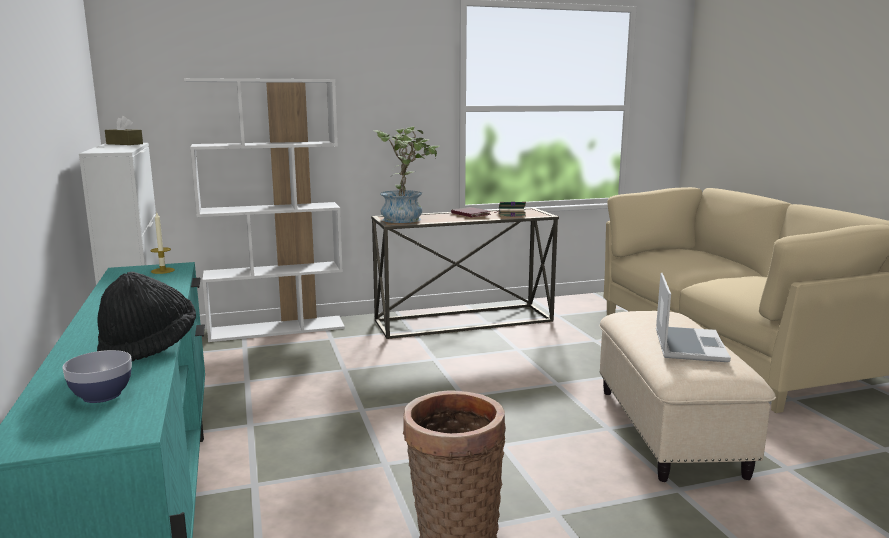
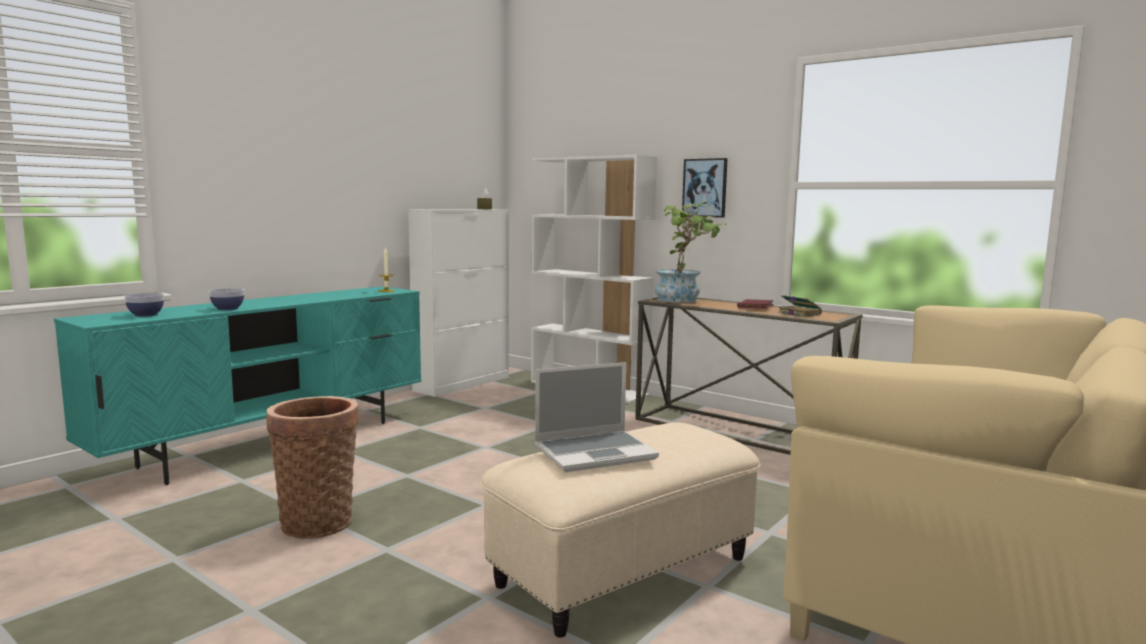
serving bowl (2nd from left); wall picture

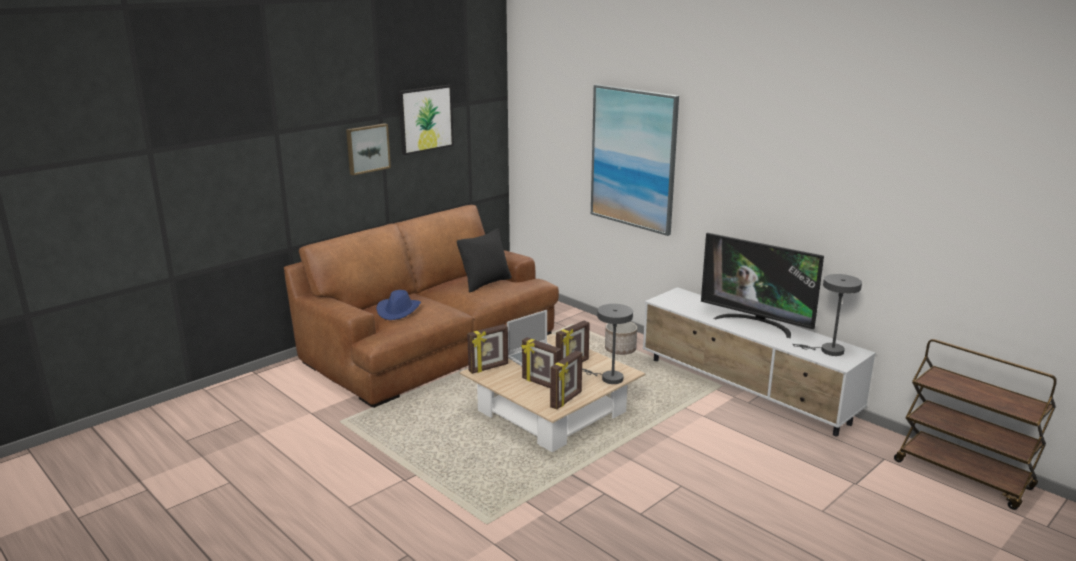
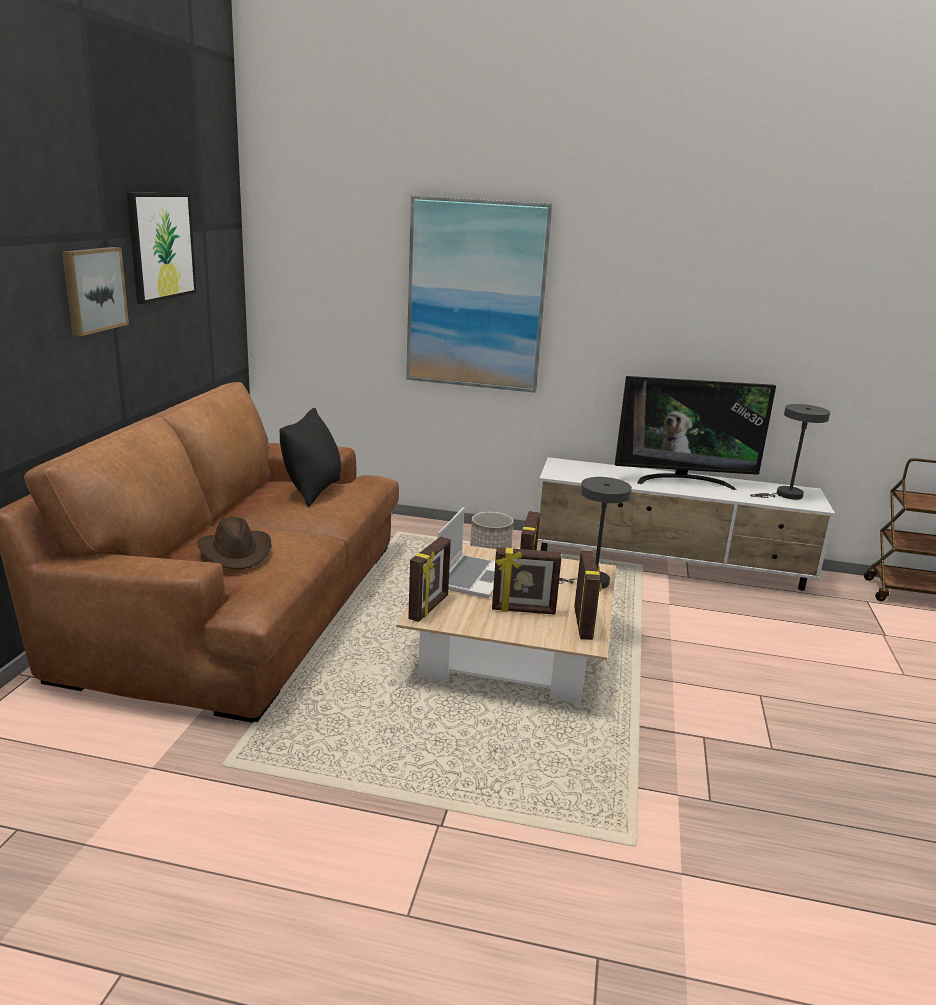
hat (brownish)

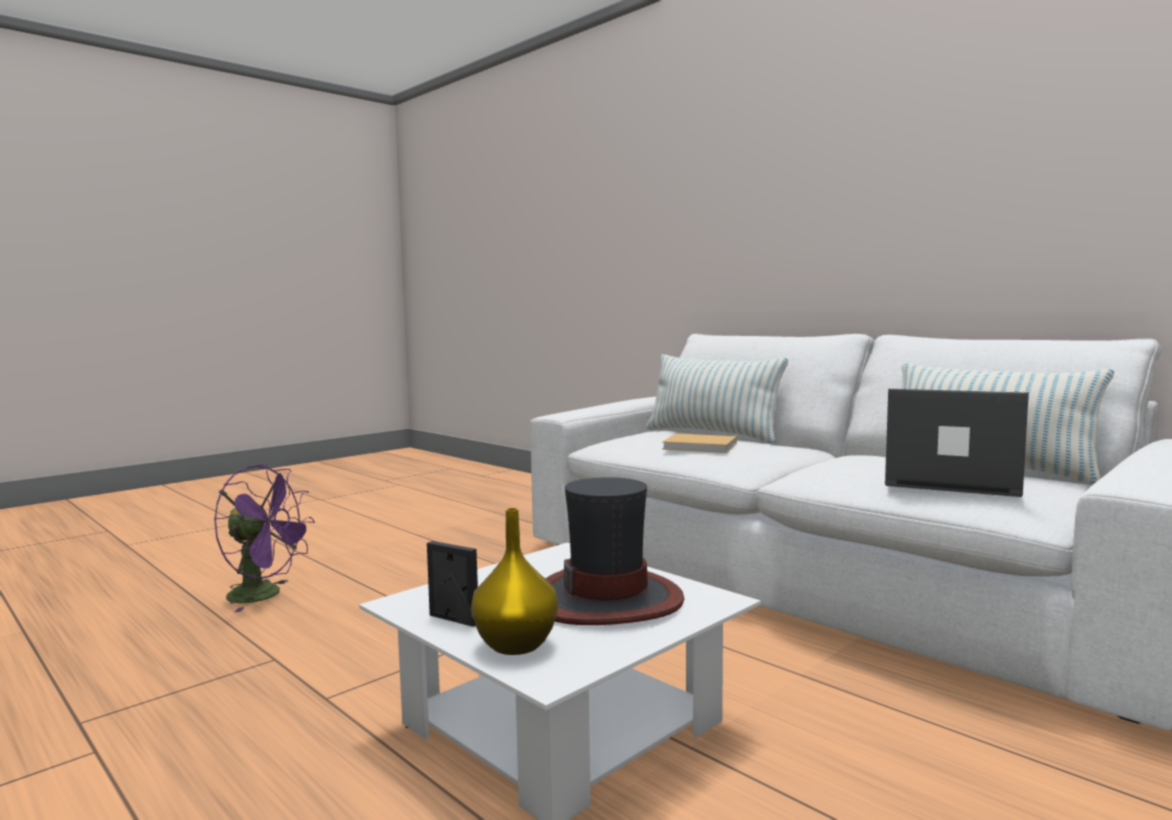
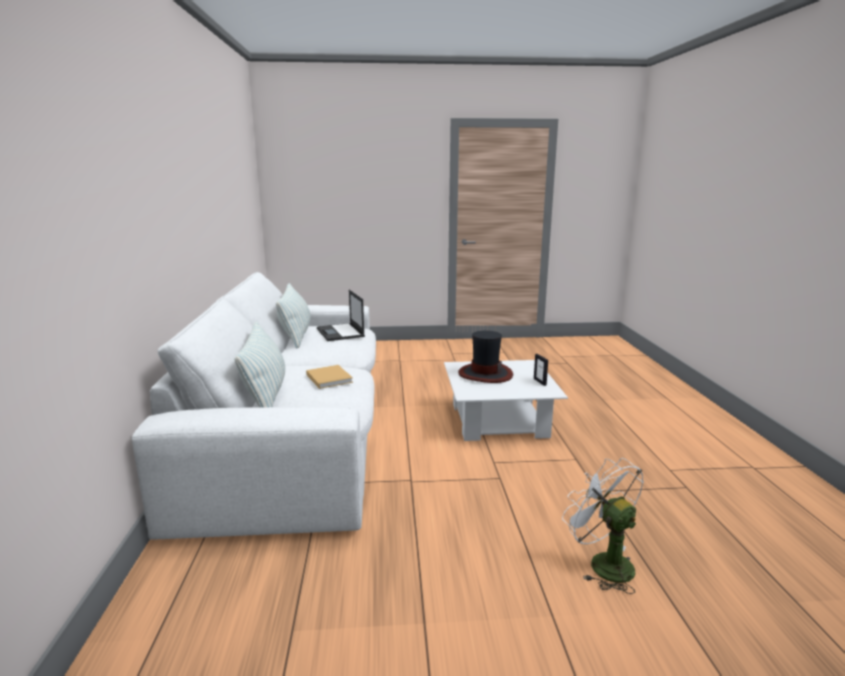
fan (whitish); vase (yellow)

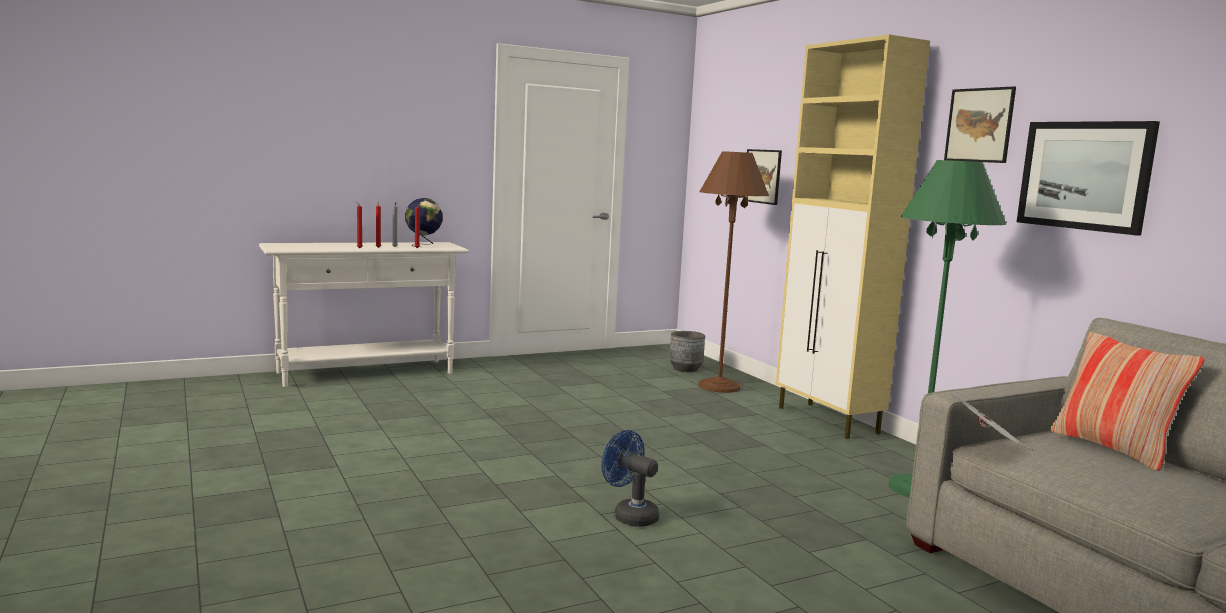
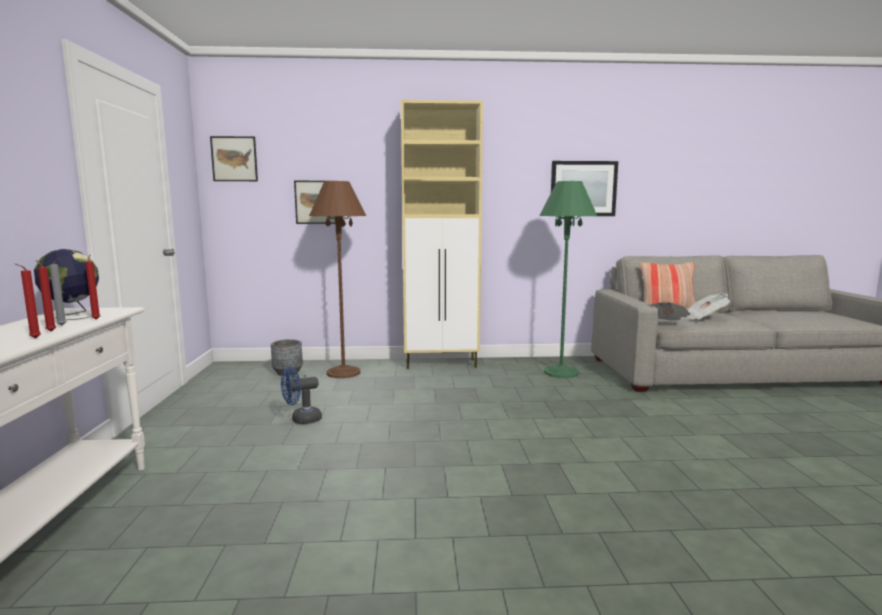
wall picture (1st from left); fan (bluish); newspaper (2nd from left)

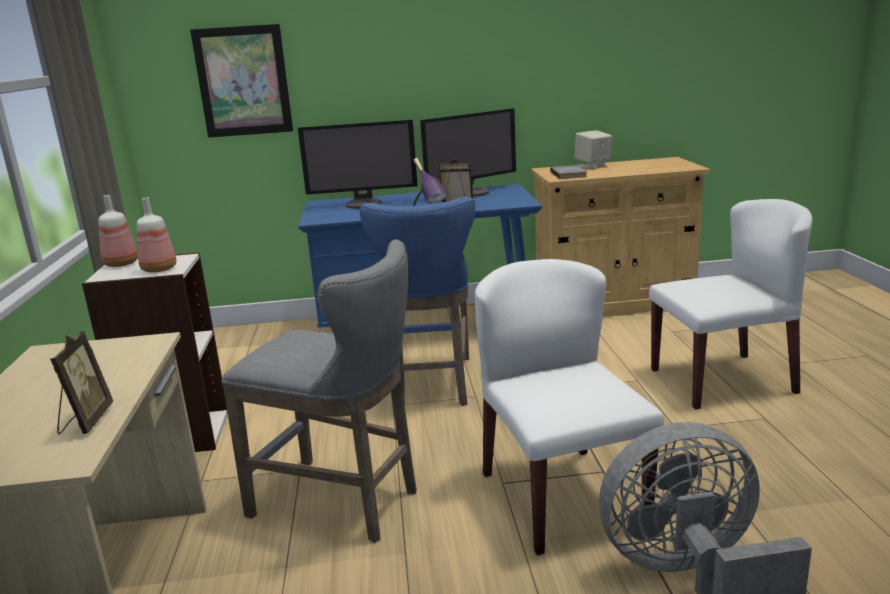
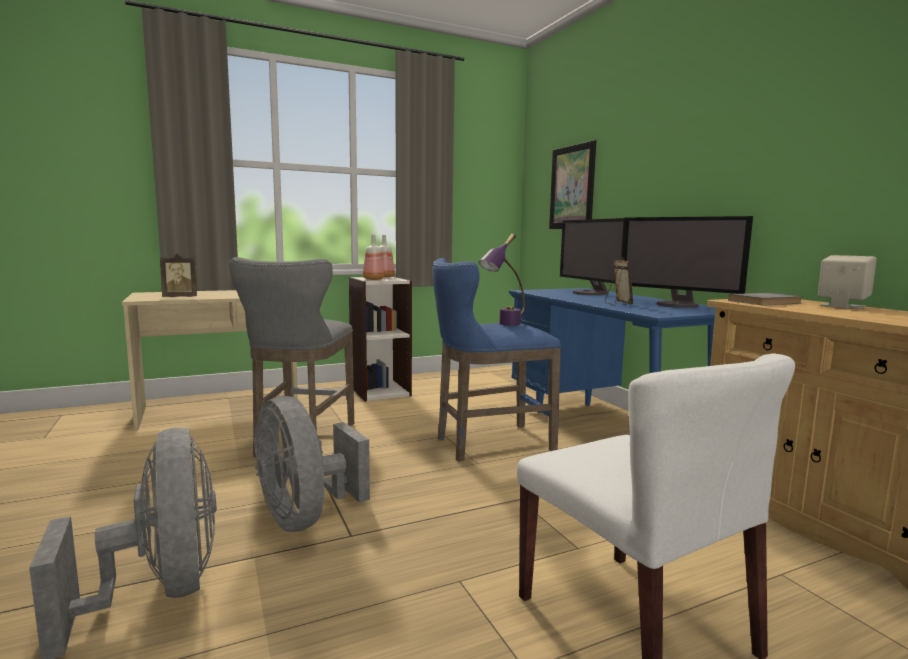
fan (greyish) (2nd from left)

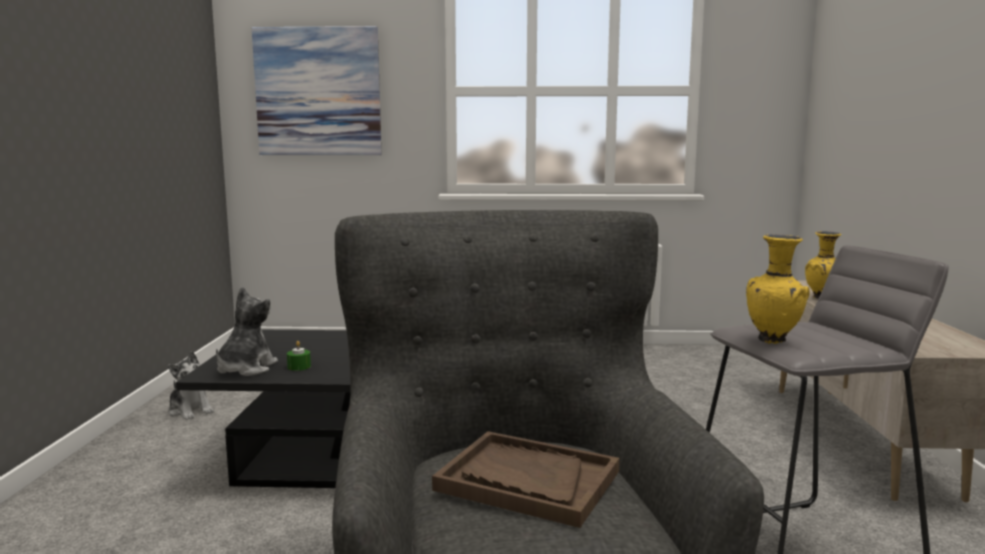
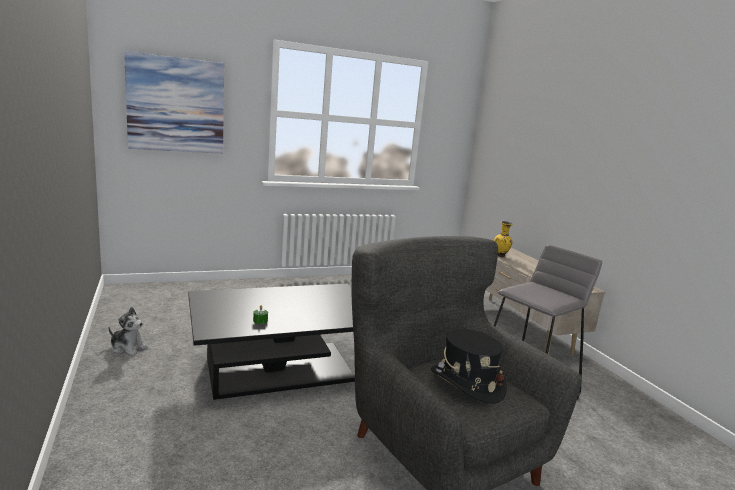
hat (black); cuddly toy (2nd from left in the first image); vase (yellow) (1st from left in the first image)

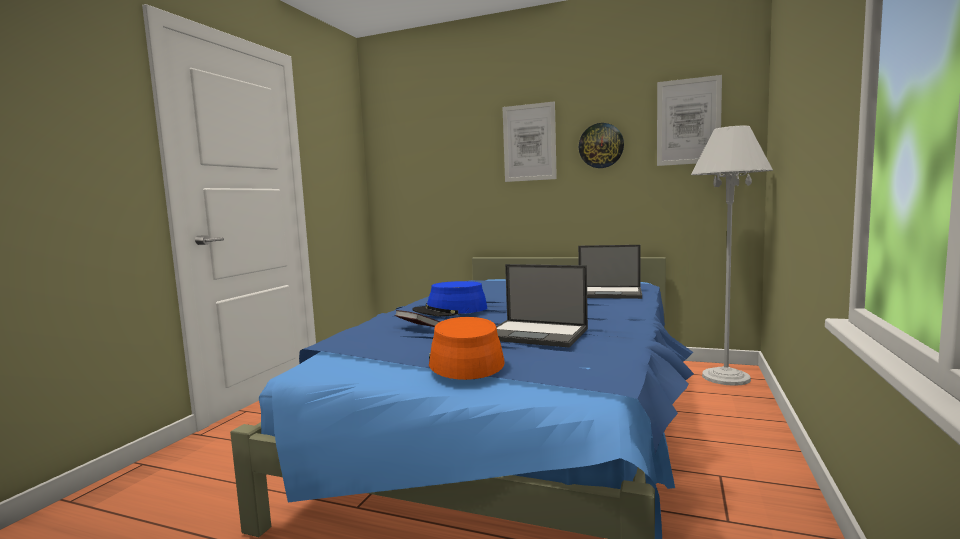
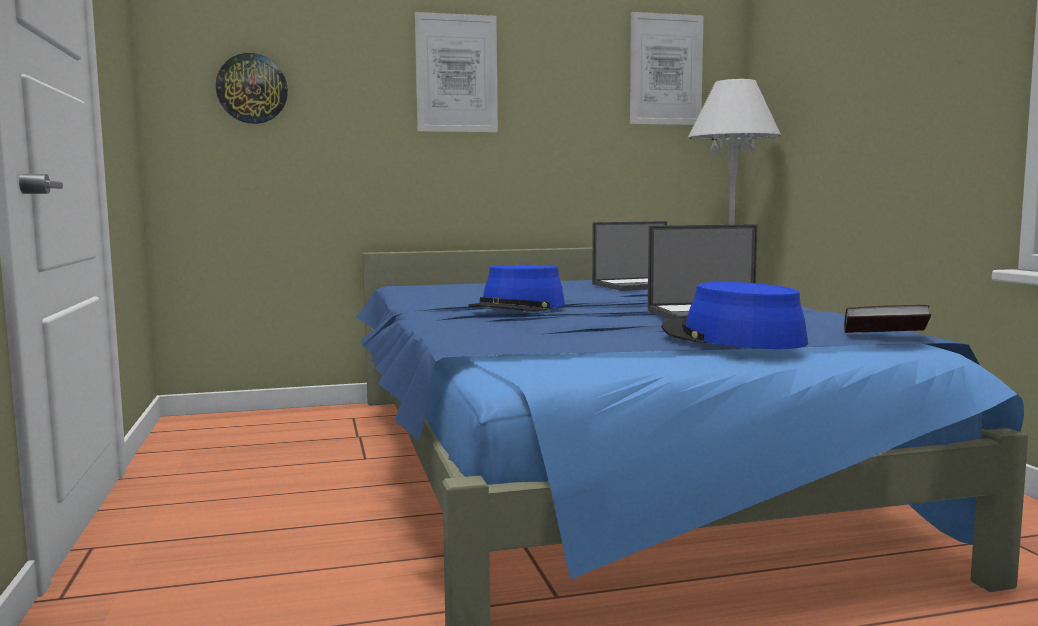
wall clock; hat (bluish) (2nd from left); book

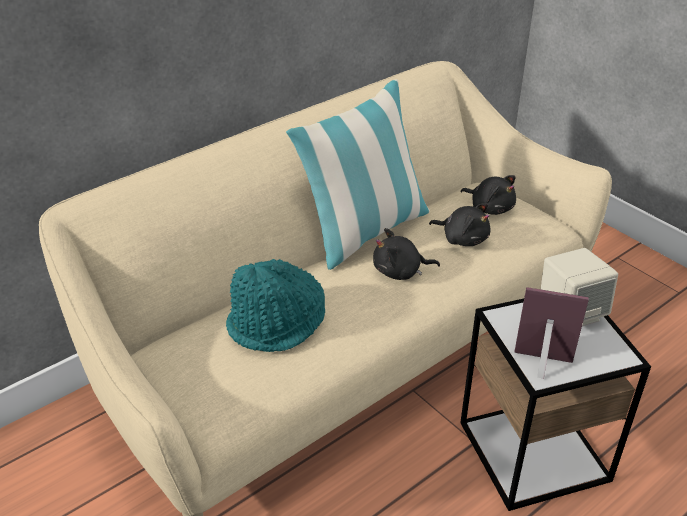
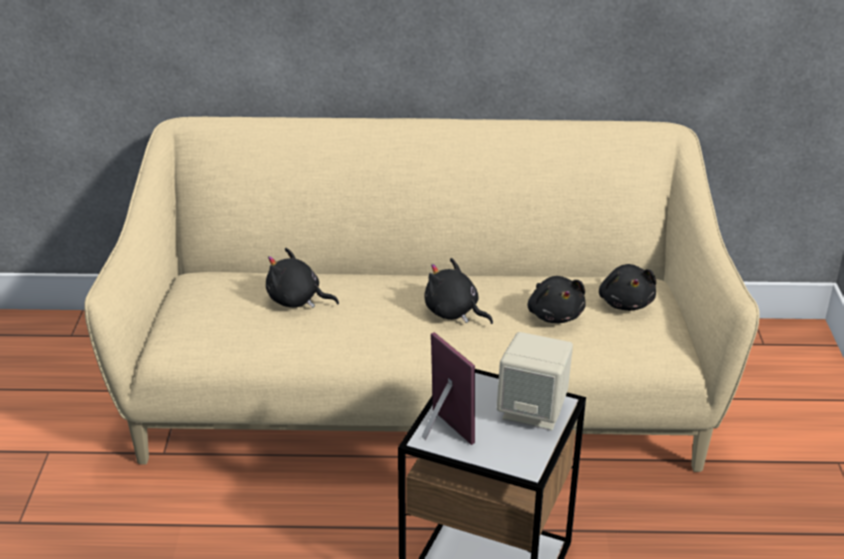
cuddly toy (black) (1st from left); pillow

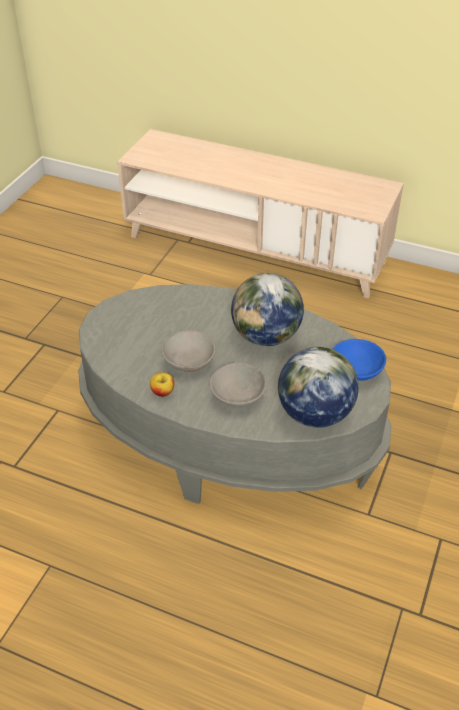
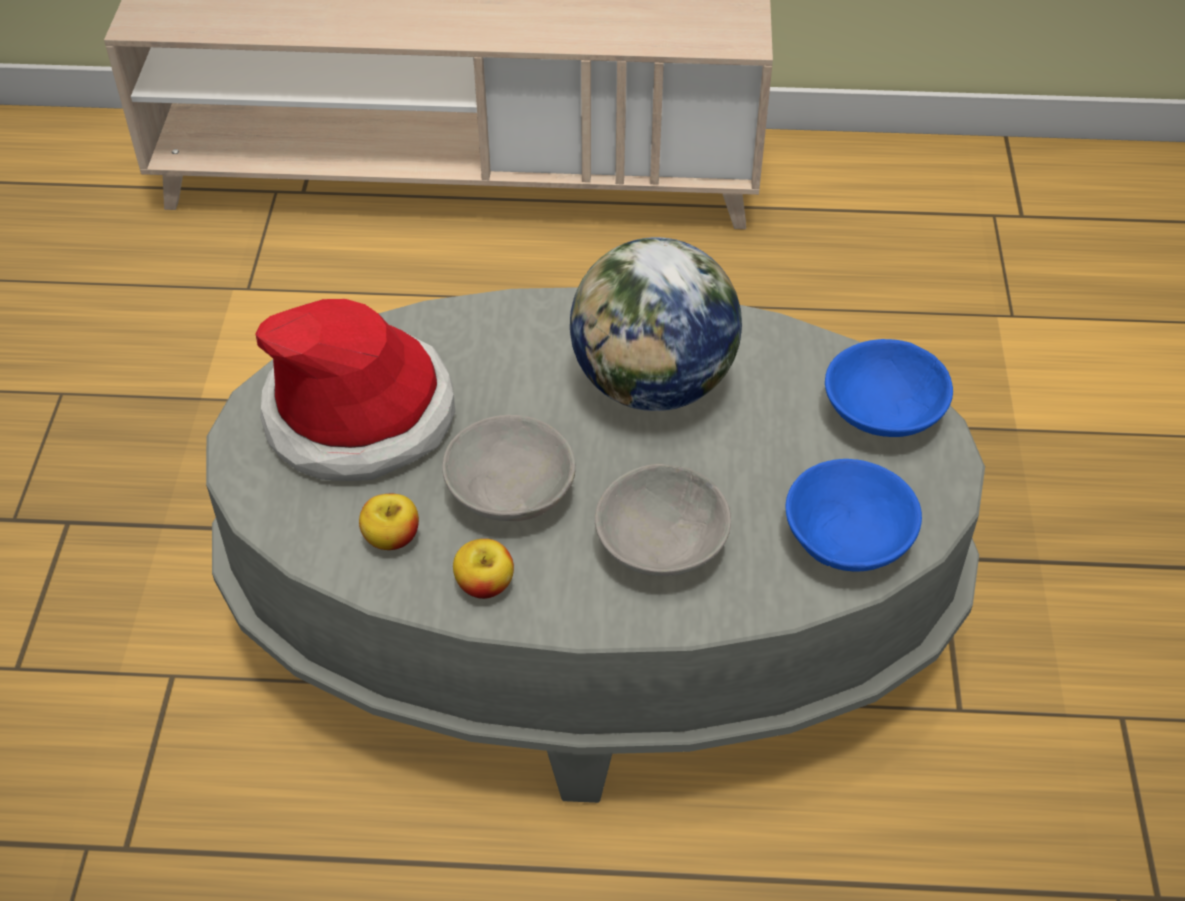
hat; apple fruit (1st from left); serving bowl (bluish) (1st from left)

